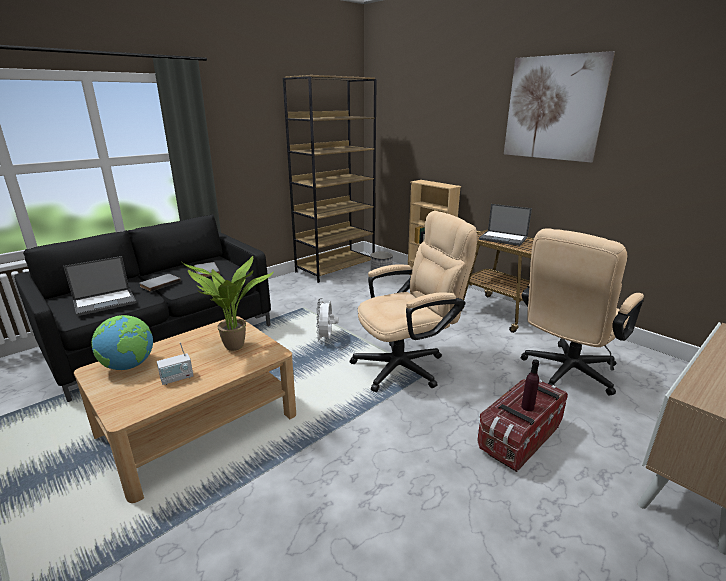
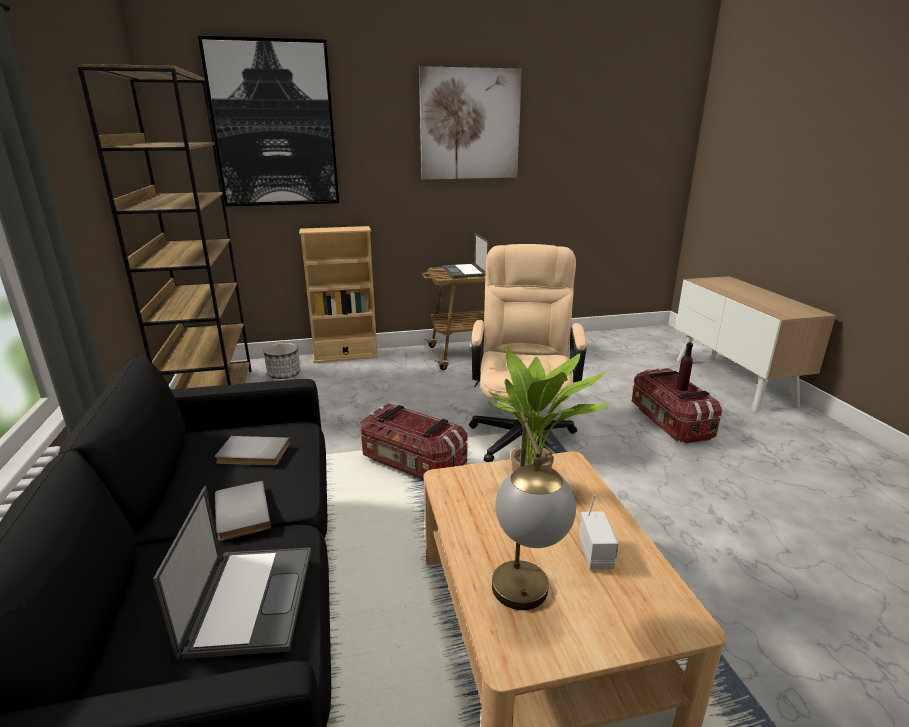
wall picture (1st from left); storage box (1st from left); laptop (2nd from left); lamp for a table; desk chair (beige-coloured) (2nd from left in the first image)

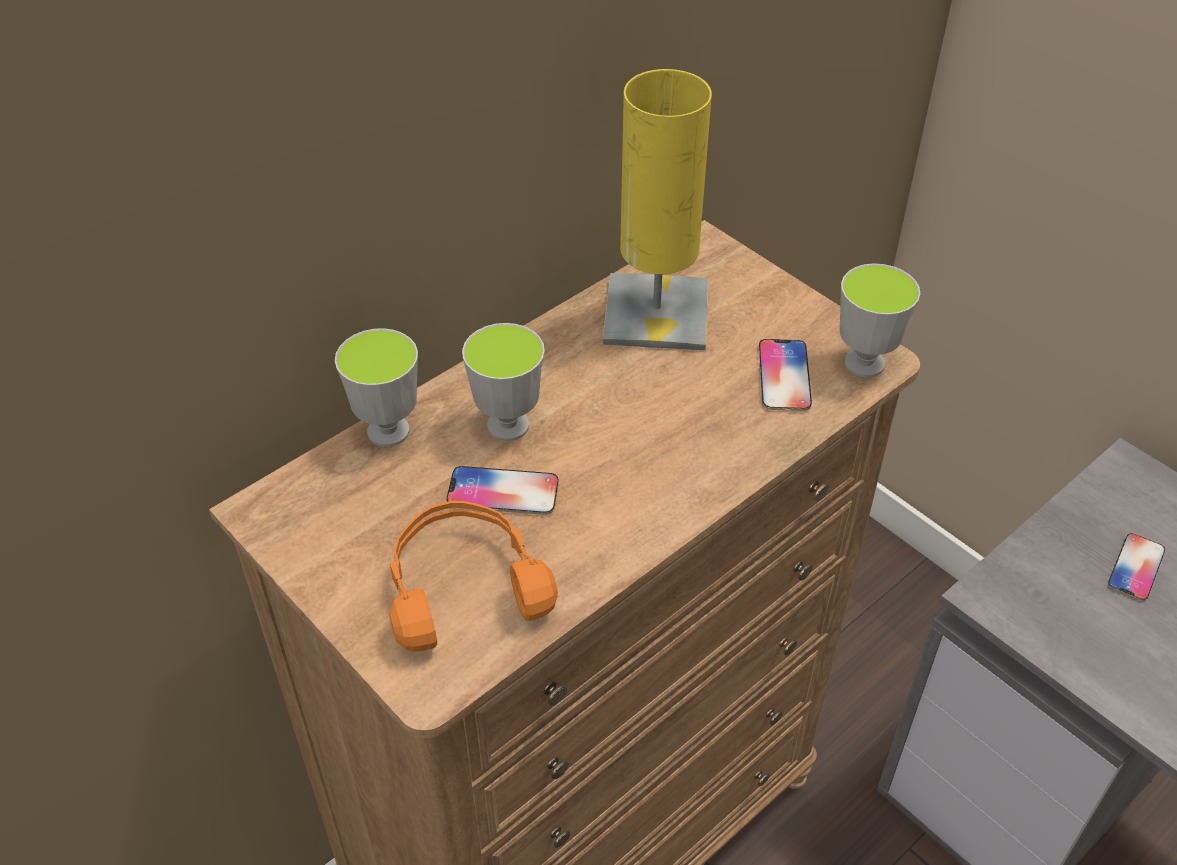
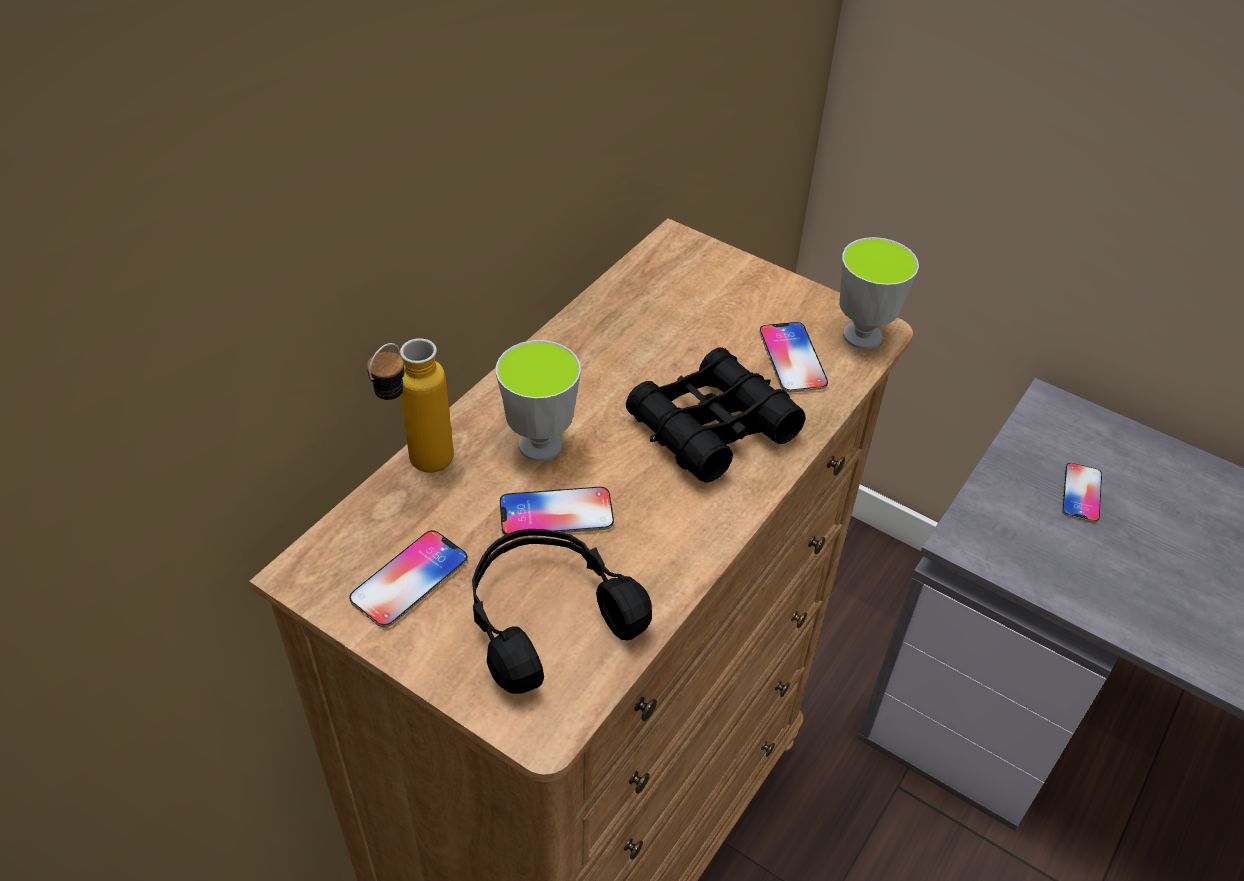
handset (1st from left); bottle; headset (black); field glasses (black); lamp for a table (yellow)

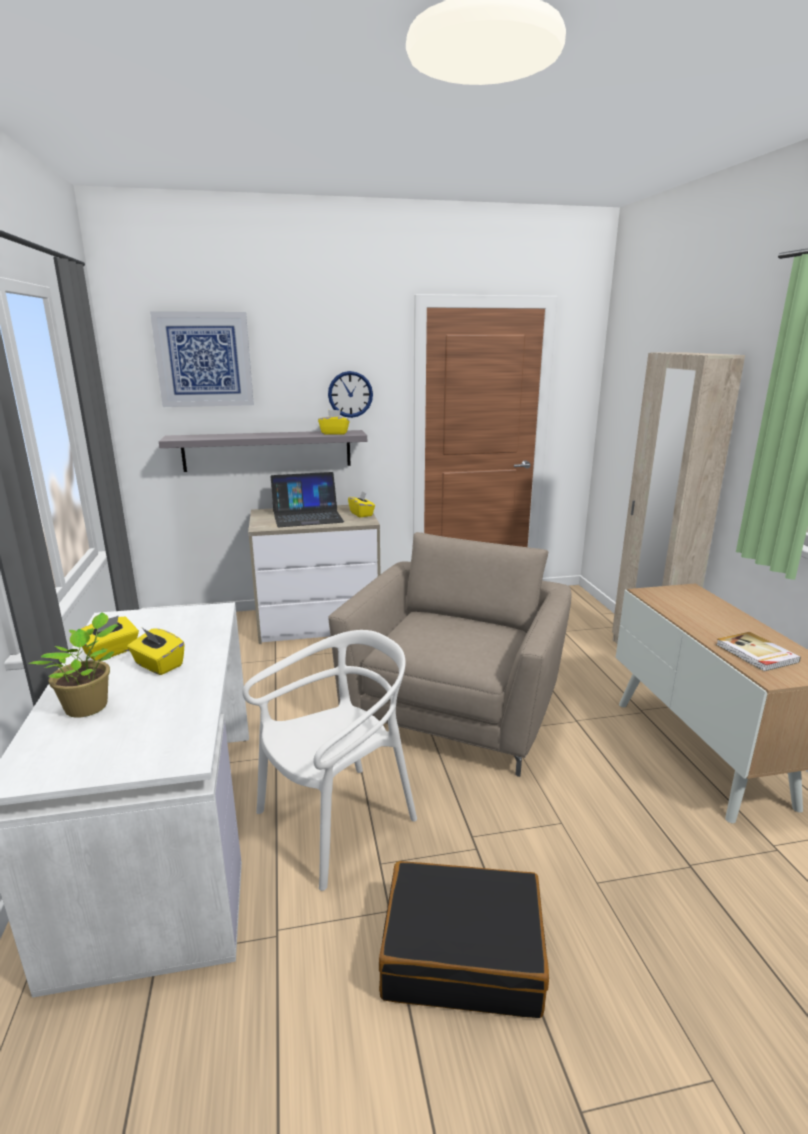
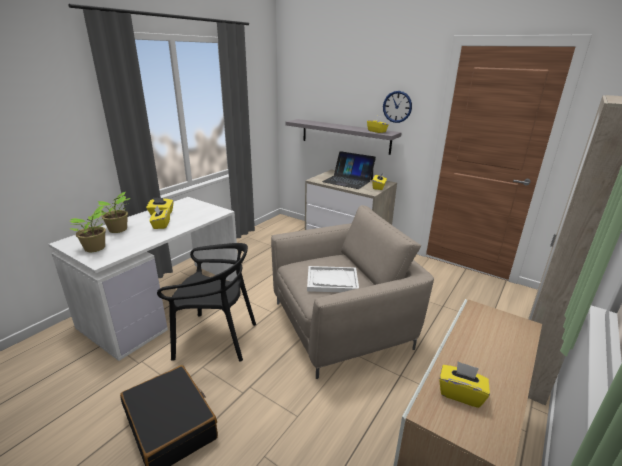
plant in a pot (1st from left); plain chair (black); tray (whitish); box of tissues (yellow) (5th from left); wall picture

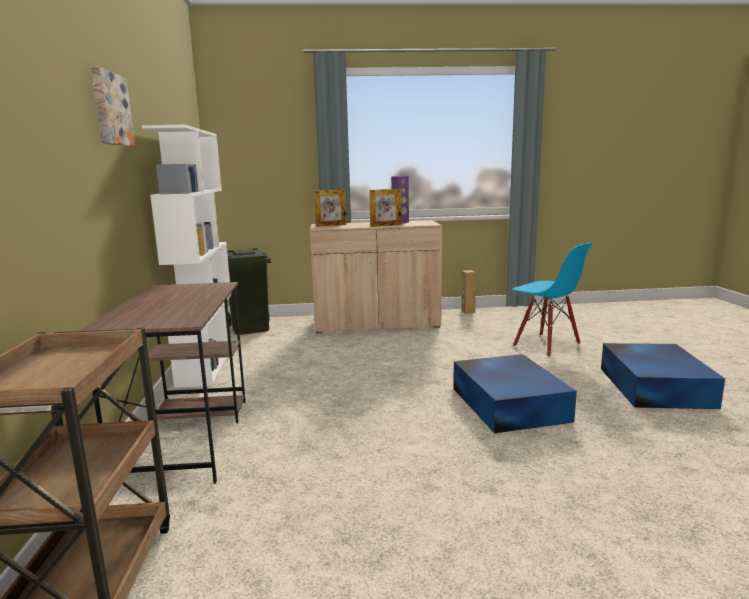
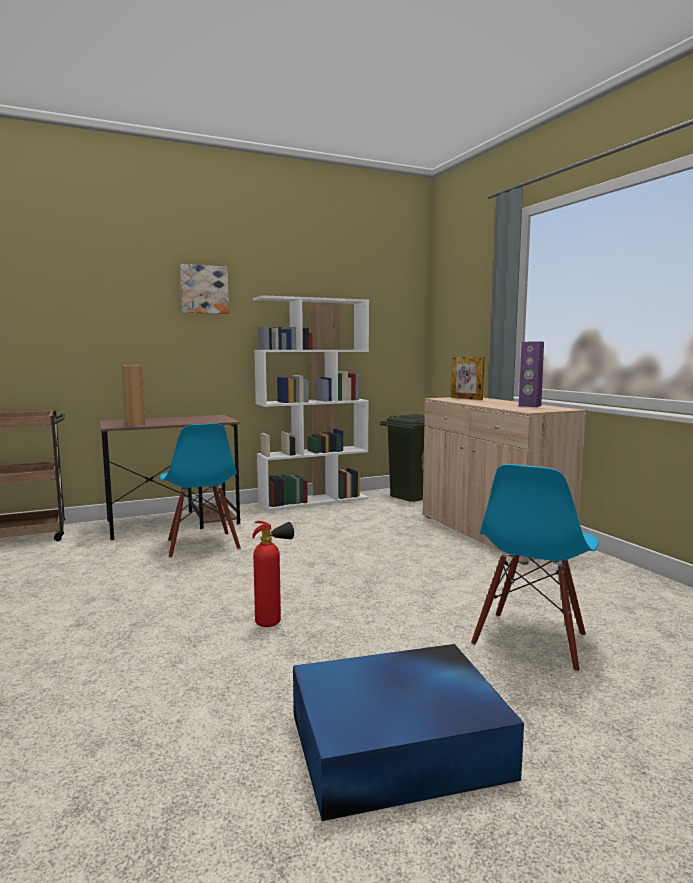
loudspeaker (brownish); plain chair (bluish) (1st from left); fire extinguisher; standing frame (2nd from left in the first image)

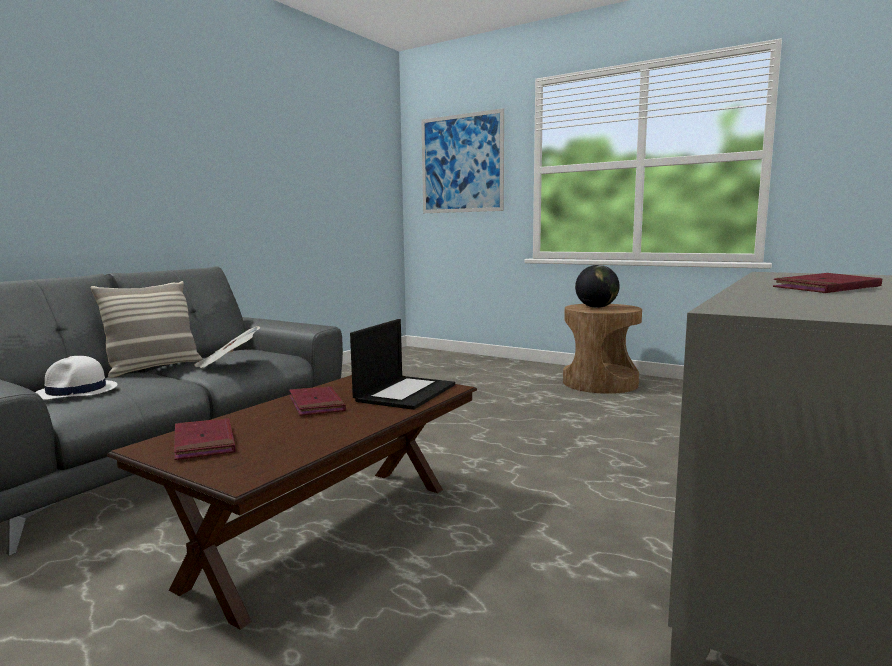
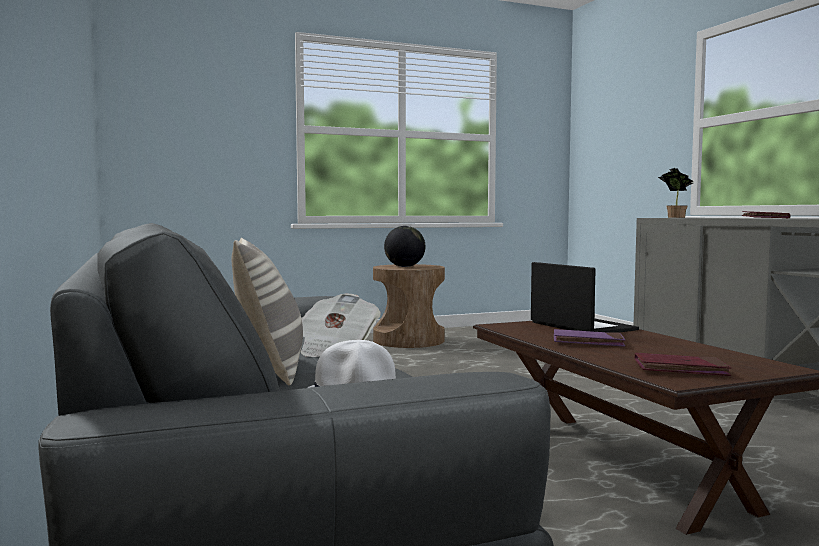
book (purple-coloured); plant in a pot; wall picture

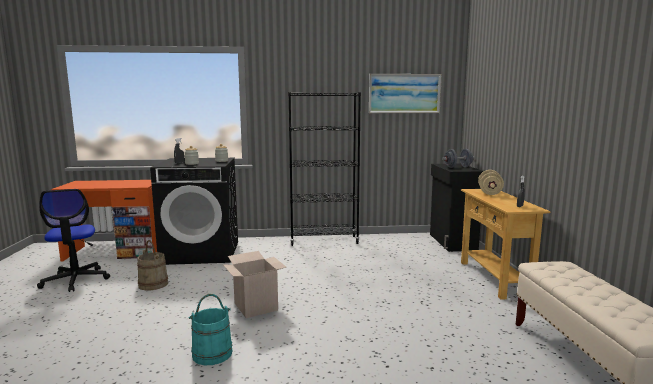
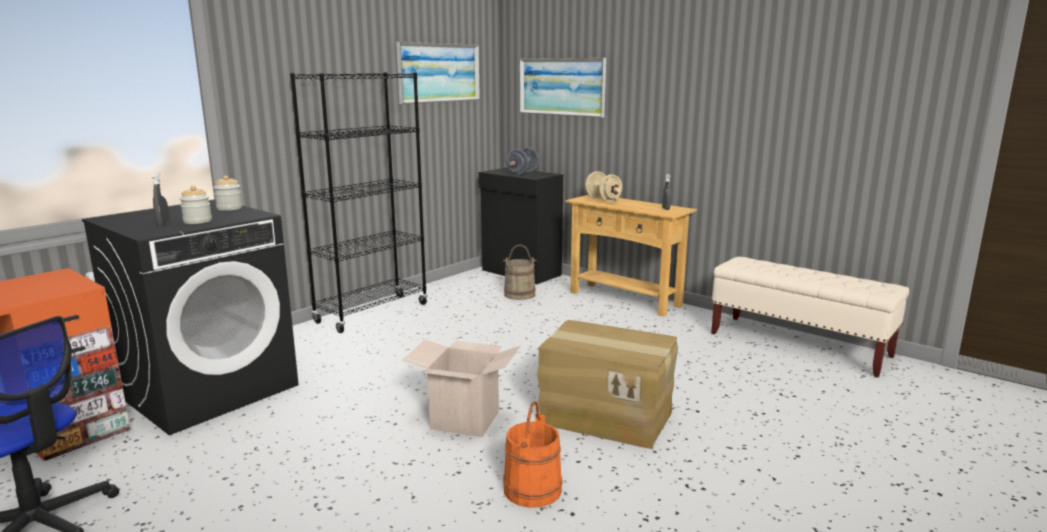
pail (beige-coloured); pail (orange-coloured); wall picture (2nd from left); packing box (2nd from left)

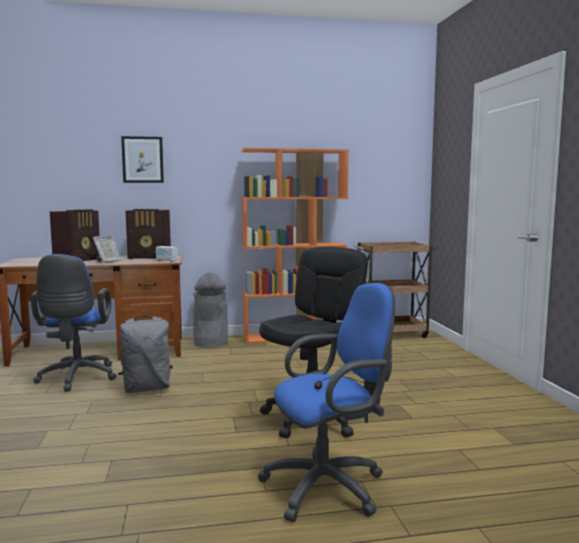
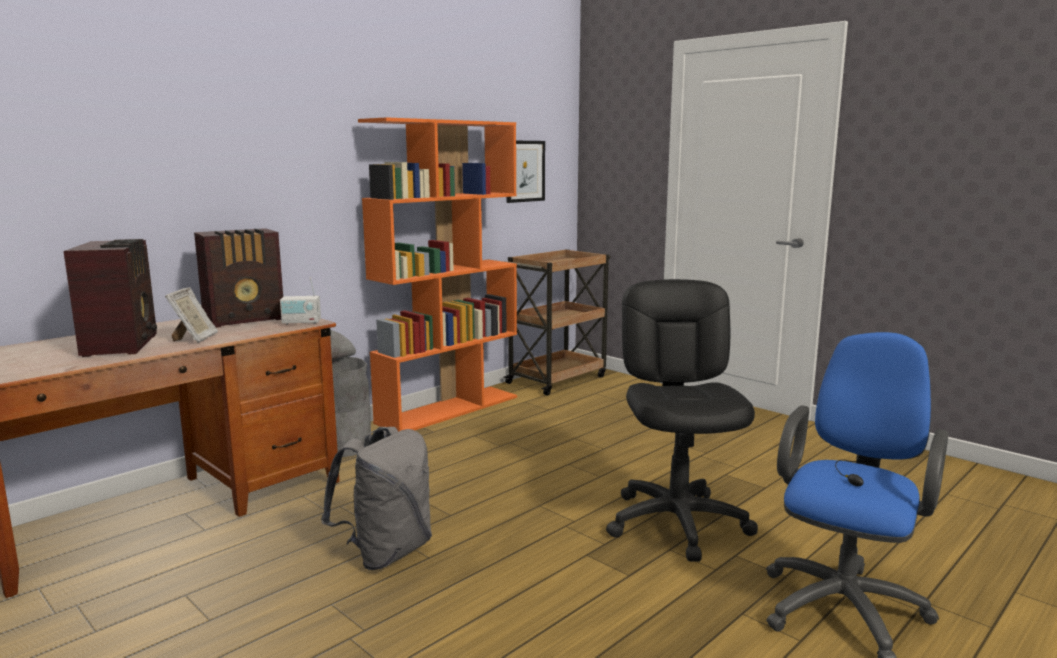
wall picture; desk chair (bluish) (1st from left in the first image)

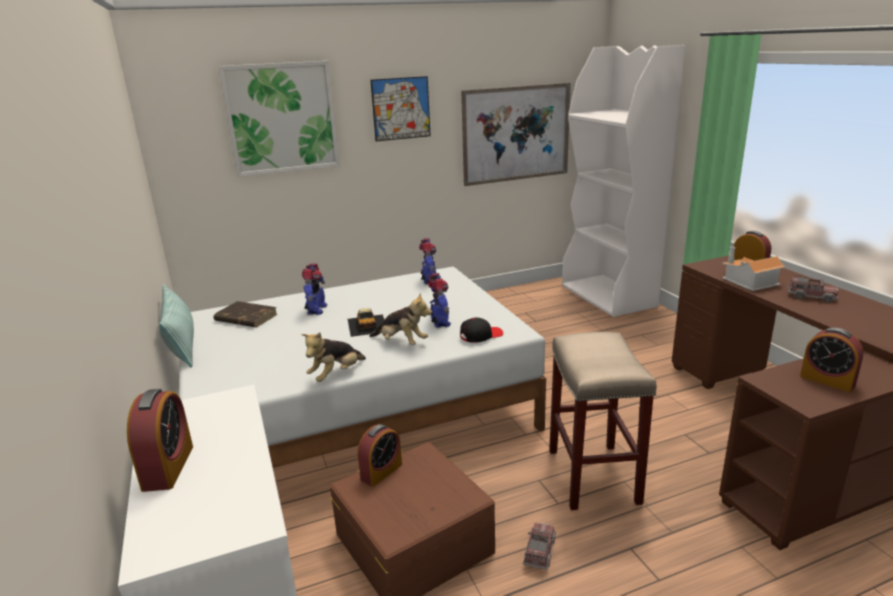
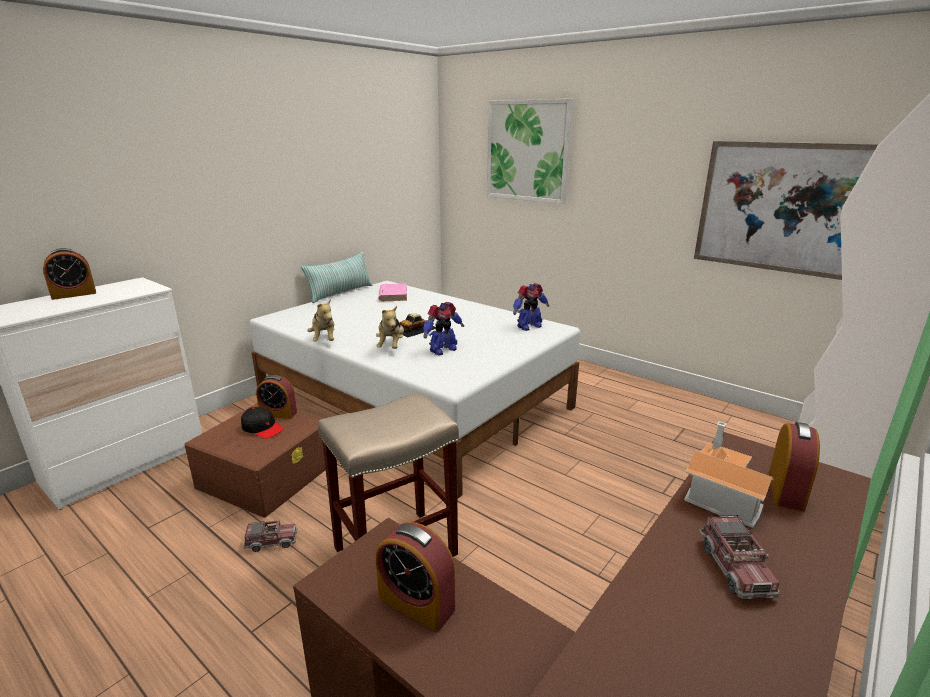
cap (black); cuddly toy (1st from left); table clock (3rd from left); book (pink); model robot (1st from left in the first image); wall picture (2nd from left in the first image)

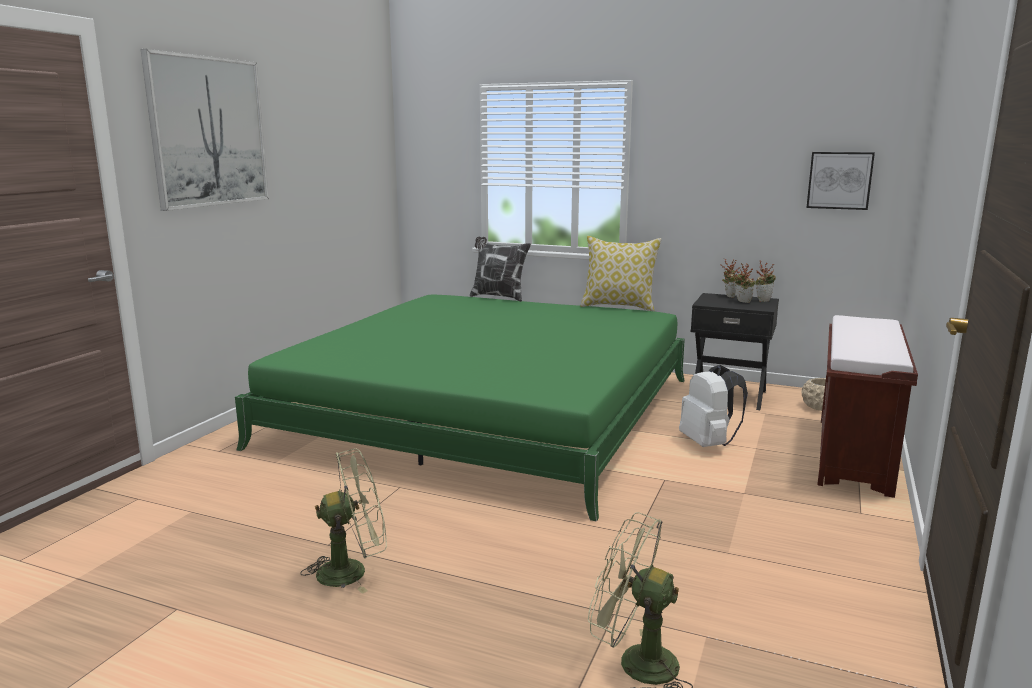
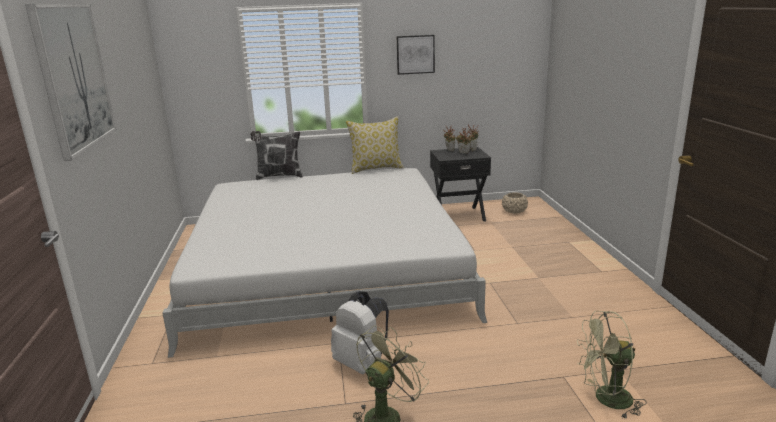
sleeping bed (whitish); knapsack (whitish); wall picture (2nd from left); long seat (brownish)

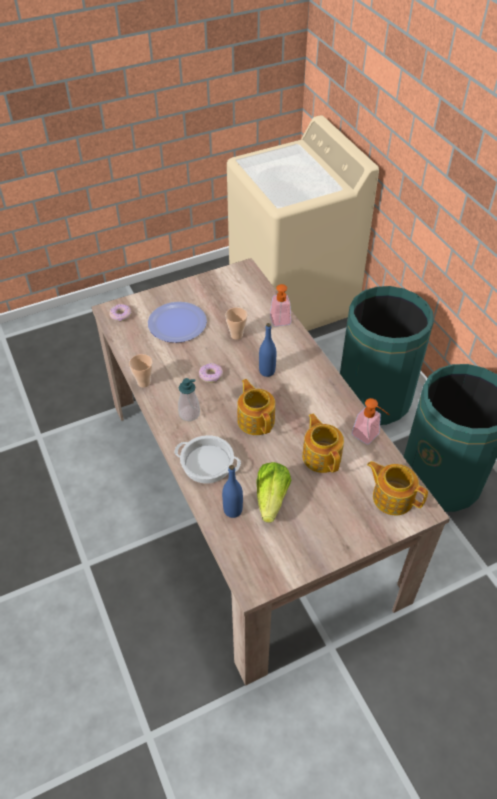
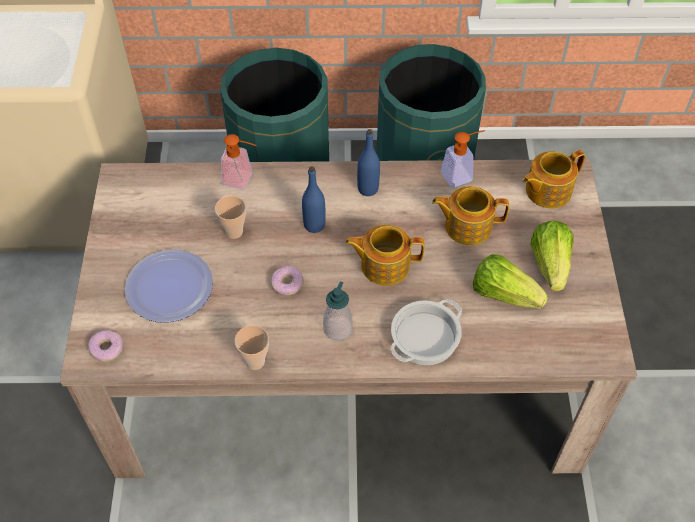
bottle (bluish) (2nd from left); head of lettuce (2nd from left)

